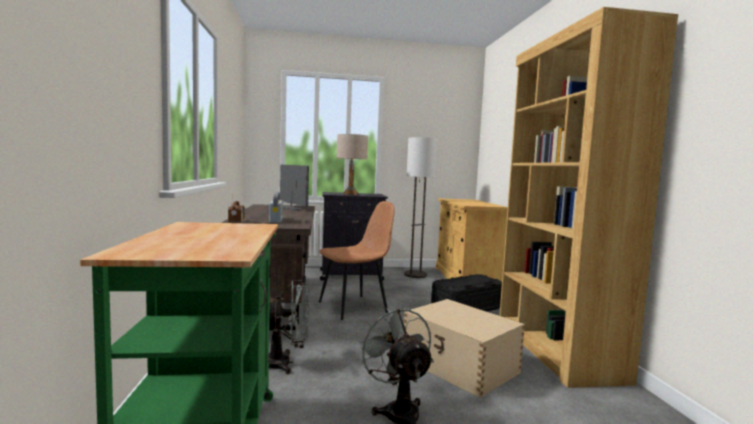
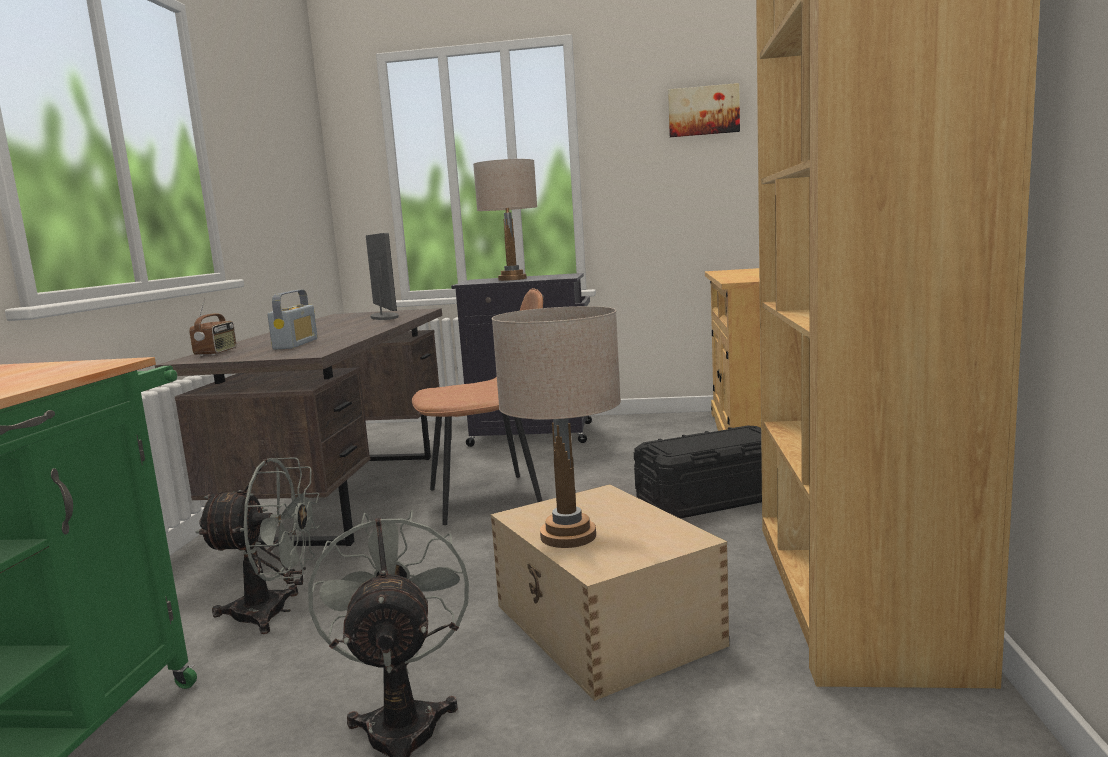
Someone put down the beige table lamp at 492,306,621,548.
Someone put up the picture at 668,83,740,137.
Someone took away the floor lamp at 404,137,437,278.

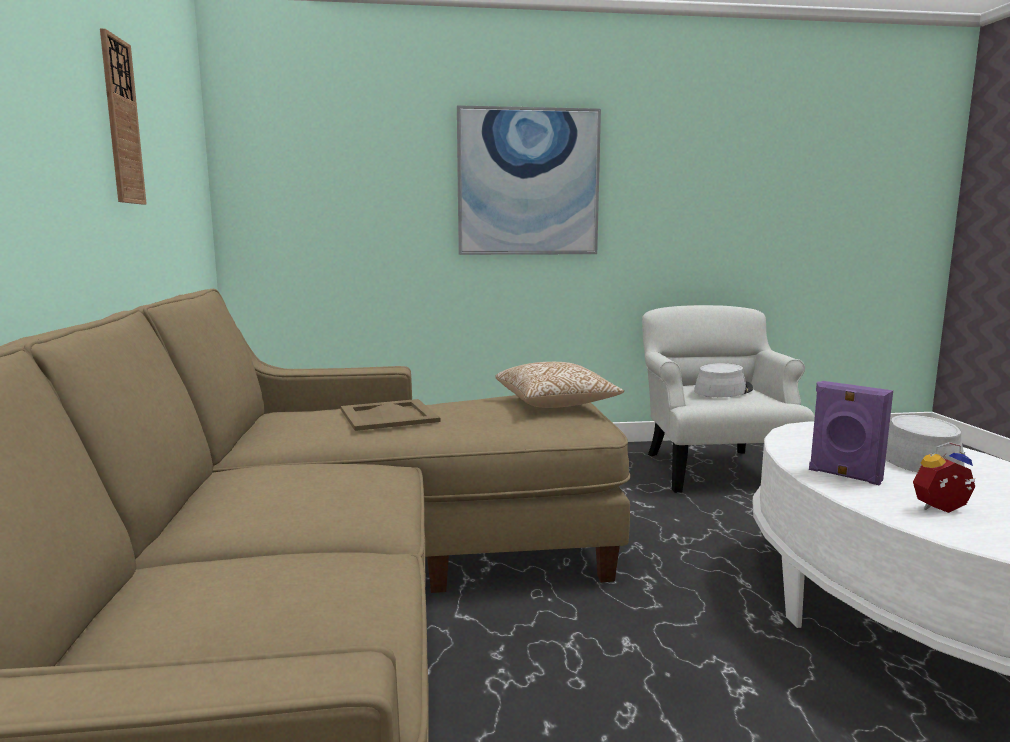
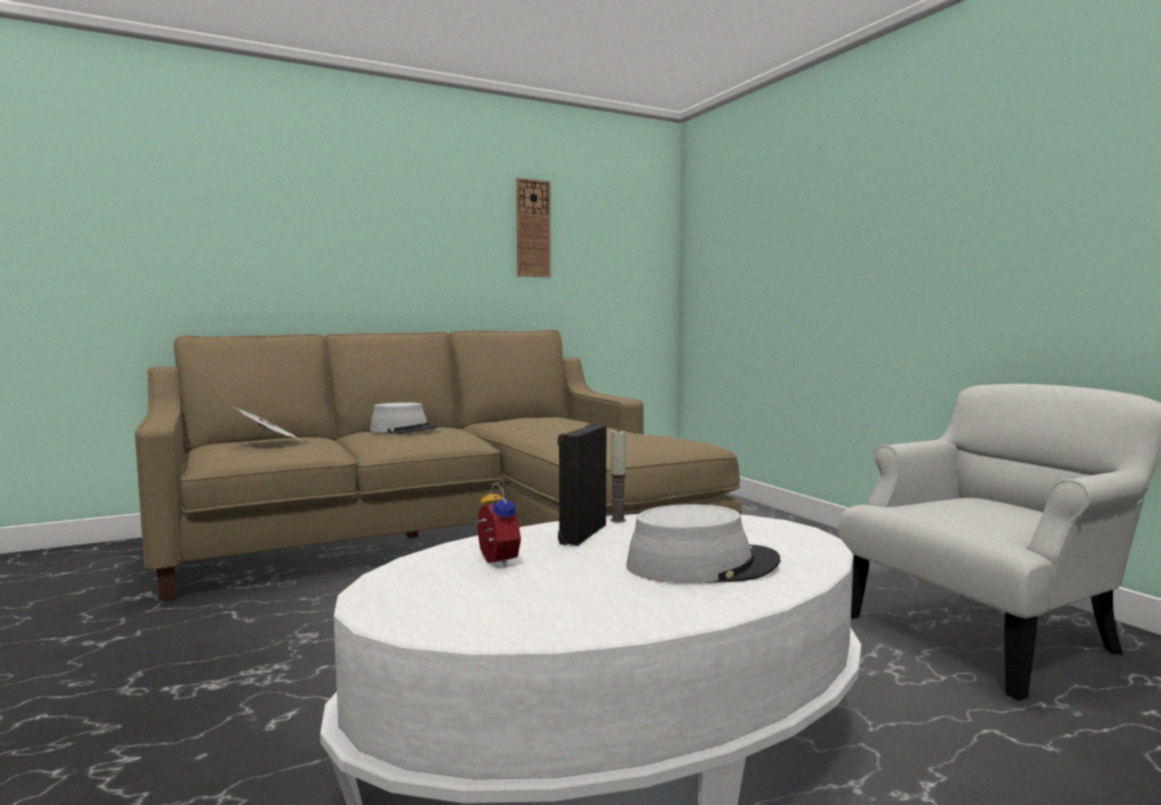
Someone put down the newspaper at 229,406,311,443.
Someone carried the grey hat from 694,363,753,397 to 370,402,439,434.
Someone repainted the purple speaker at 809,381,893,485, which became the black speaker at 558,424,606,546.
Someone put down the candle at 610,429,626,523.
Someone took away the beige tray at 341,399,441,431.
Someone took away the picture at 457,105,601,255.
Someone took away the pillow at 495,362,624,408.

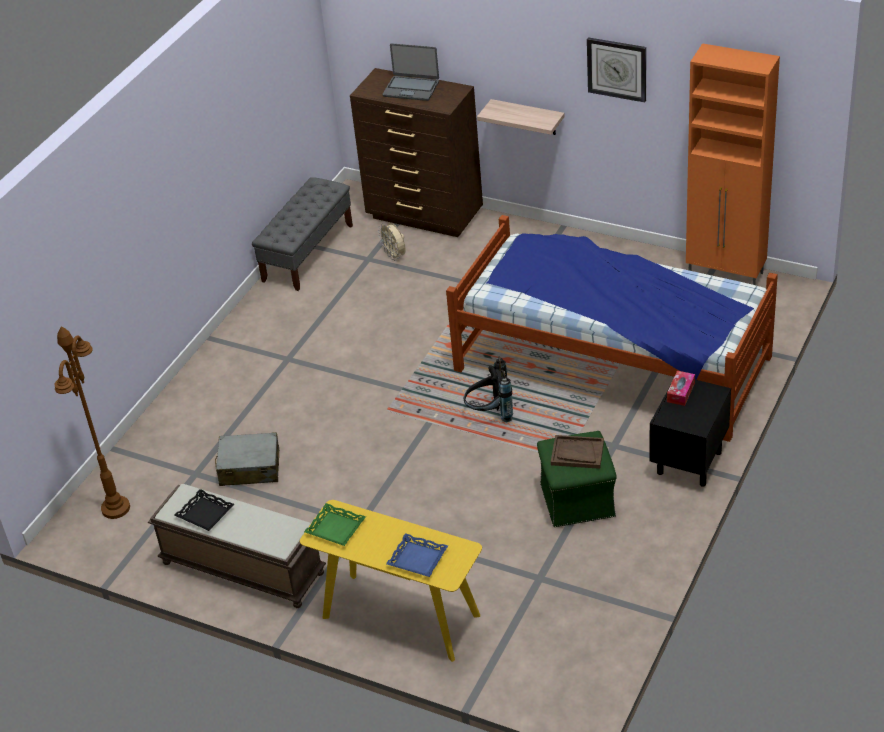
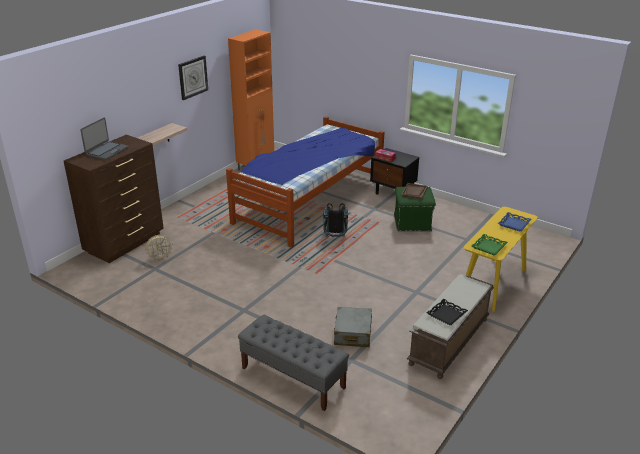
Someone carried the grey bench from 252,177,353,291 to 238,315,349,411.
Someone took away the brown floor lamp at 55,326,130,519.

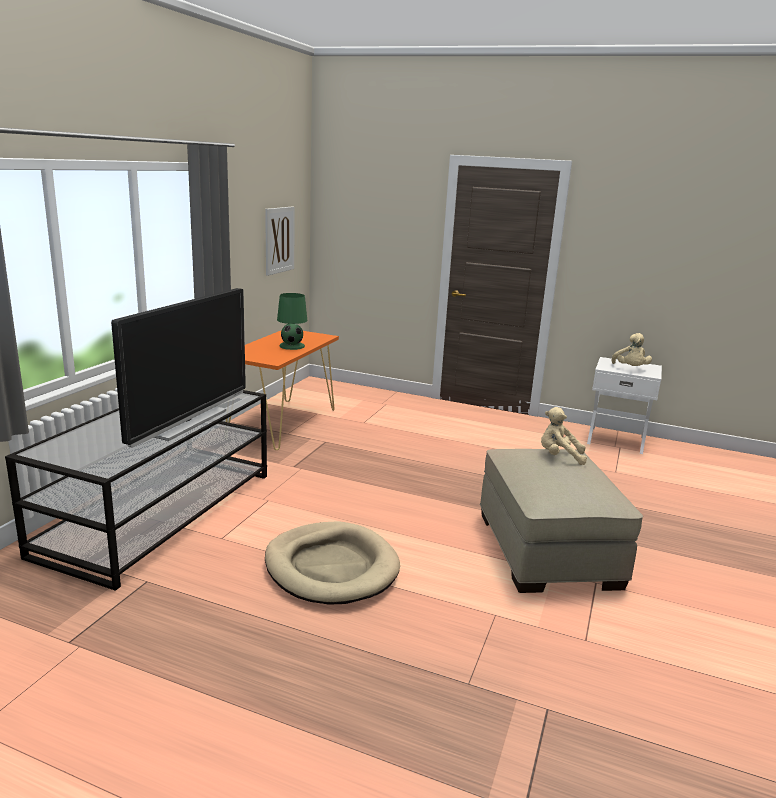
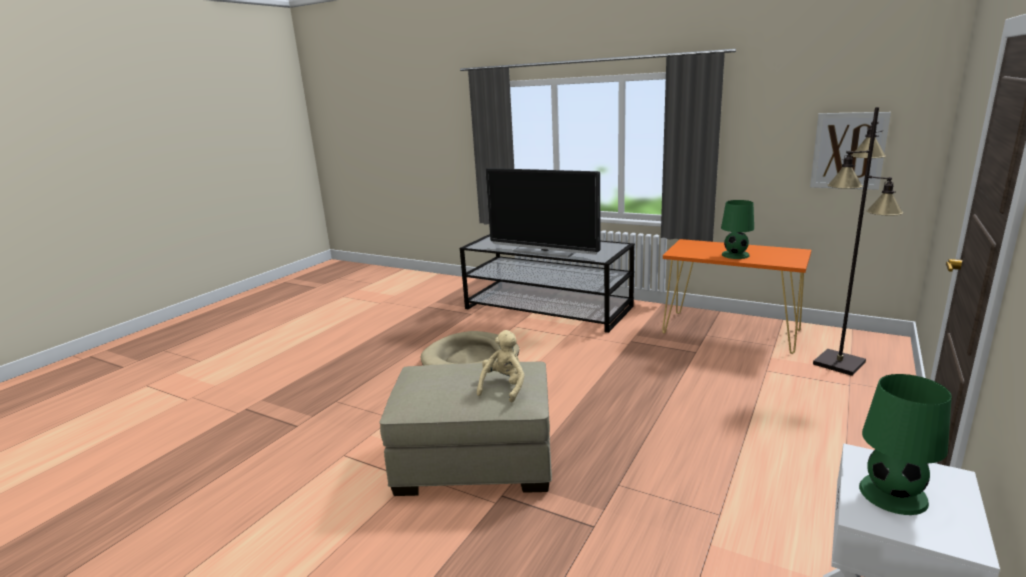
Someone put down the black floor lamp at 813,107,903,376.
Someone swapped the beige plush toy at 612,333,652,366 for the green table lamp at 859,374,952,515.

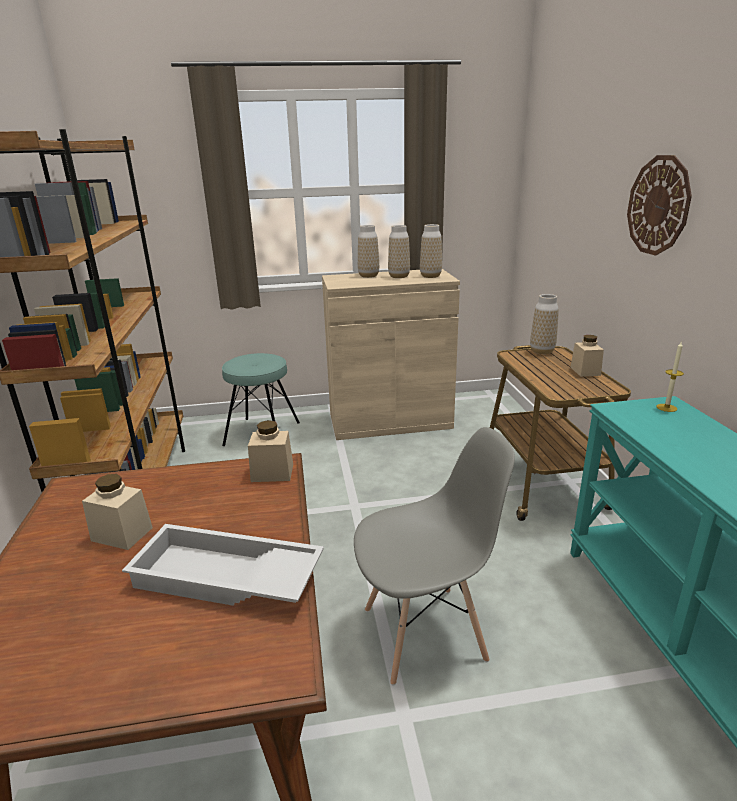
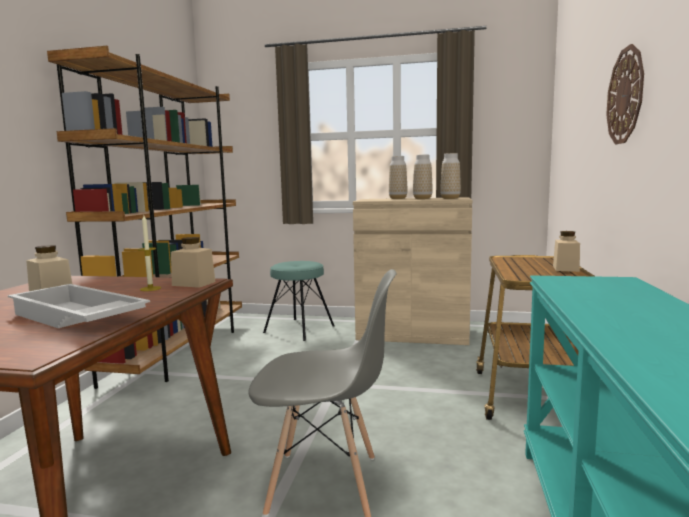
Someone carried the candle from 657,342,684,412 to 138,215,161,291.
Someone took away the vase at 530,294,559,354.

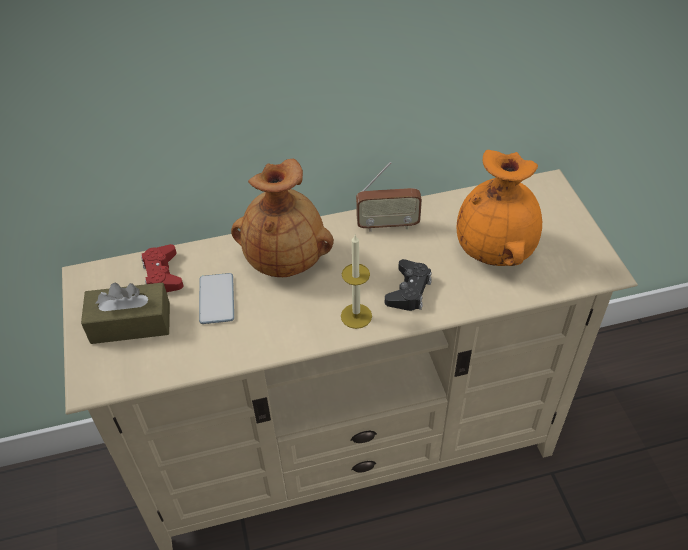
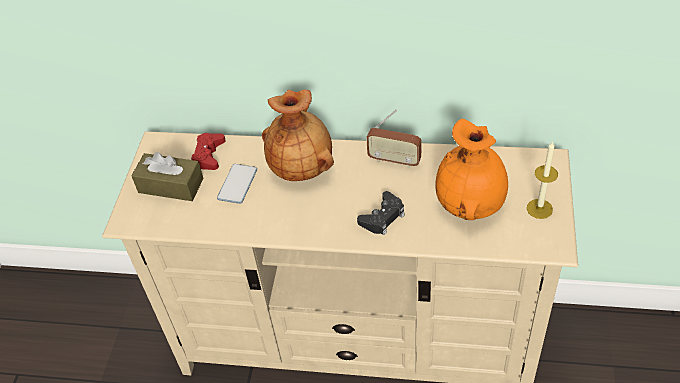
Someone carried the candle from 341,235,372,329 to 527,141,558,219.

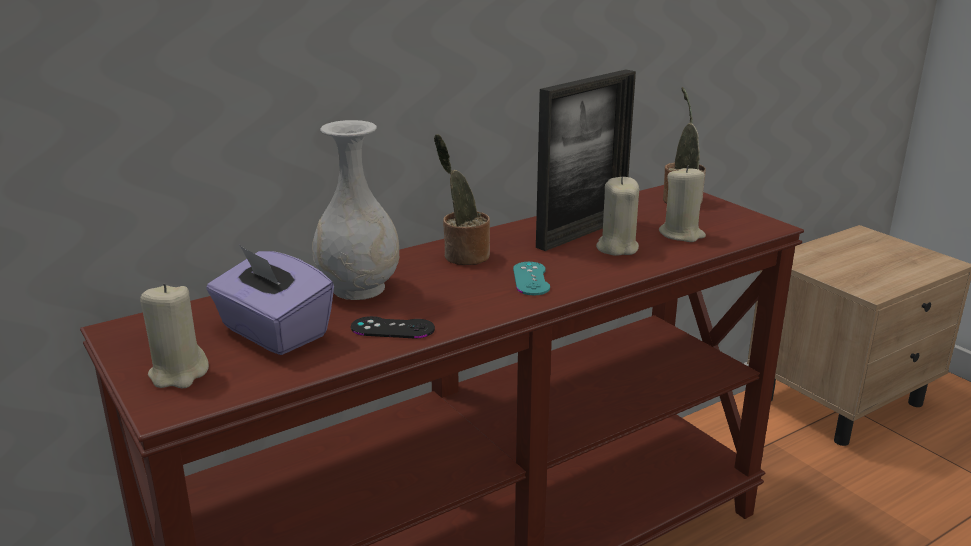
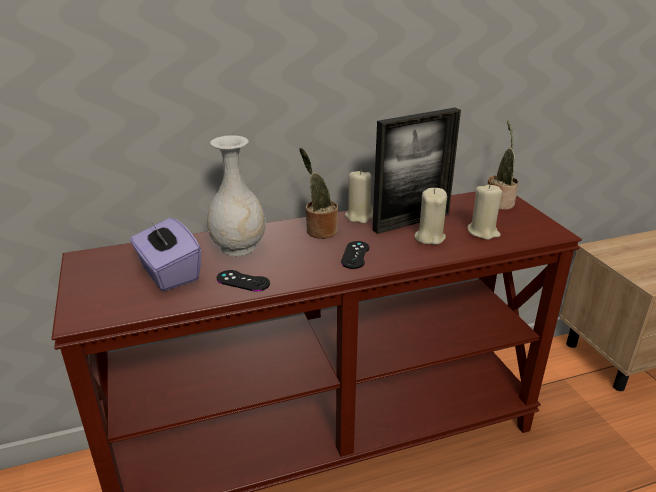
Someone repainted the turquoise game controller at 513,262,550,295, which became the black game controller at 341,241,369,269.
Someone carried the beige candle from 140,283,209,388 to 345,170,373,223.

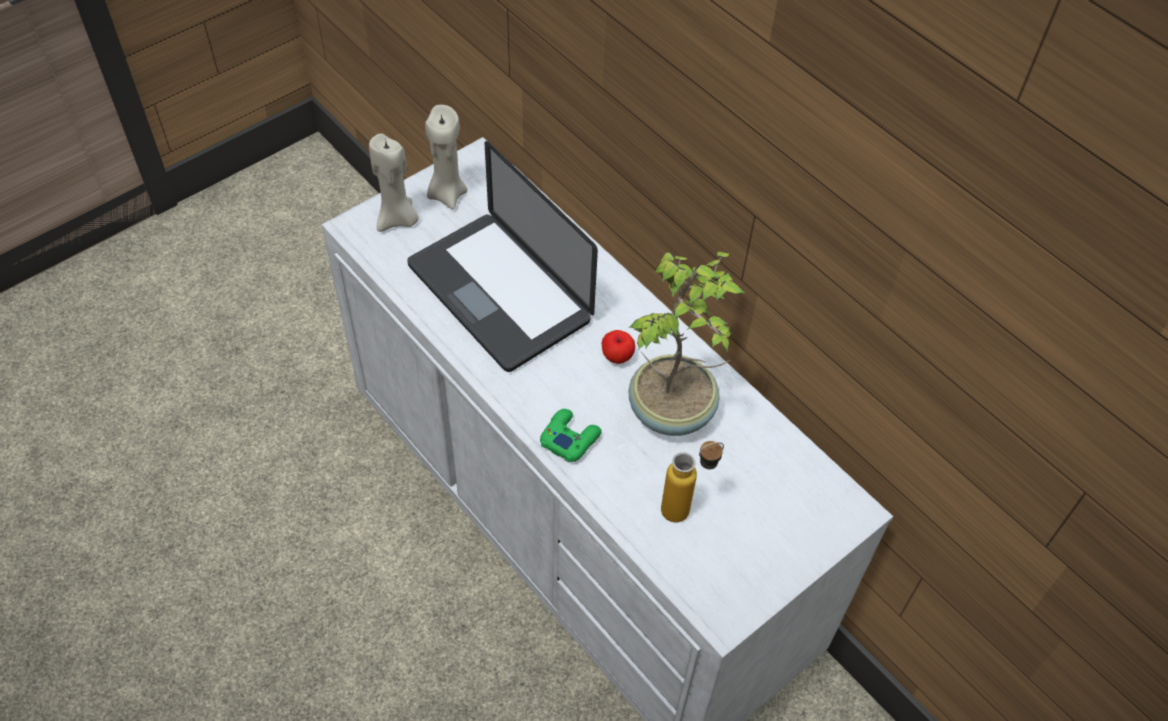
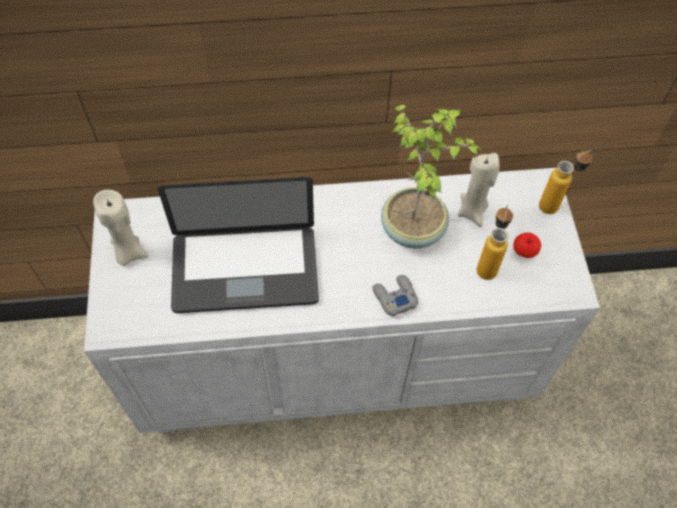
Someone repainted the green game controller at 540,409,602,463, which became the grey game controller at 372,275,418,317.
Someone carried the beige candle from 369,133,419,232 to 458,153,500,227.
Someone carried the apple from 602,330,635,364 to 513,232,541,258.
Someone put down the bottle at 539,150,593,214.

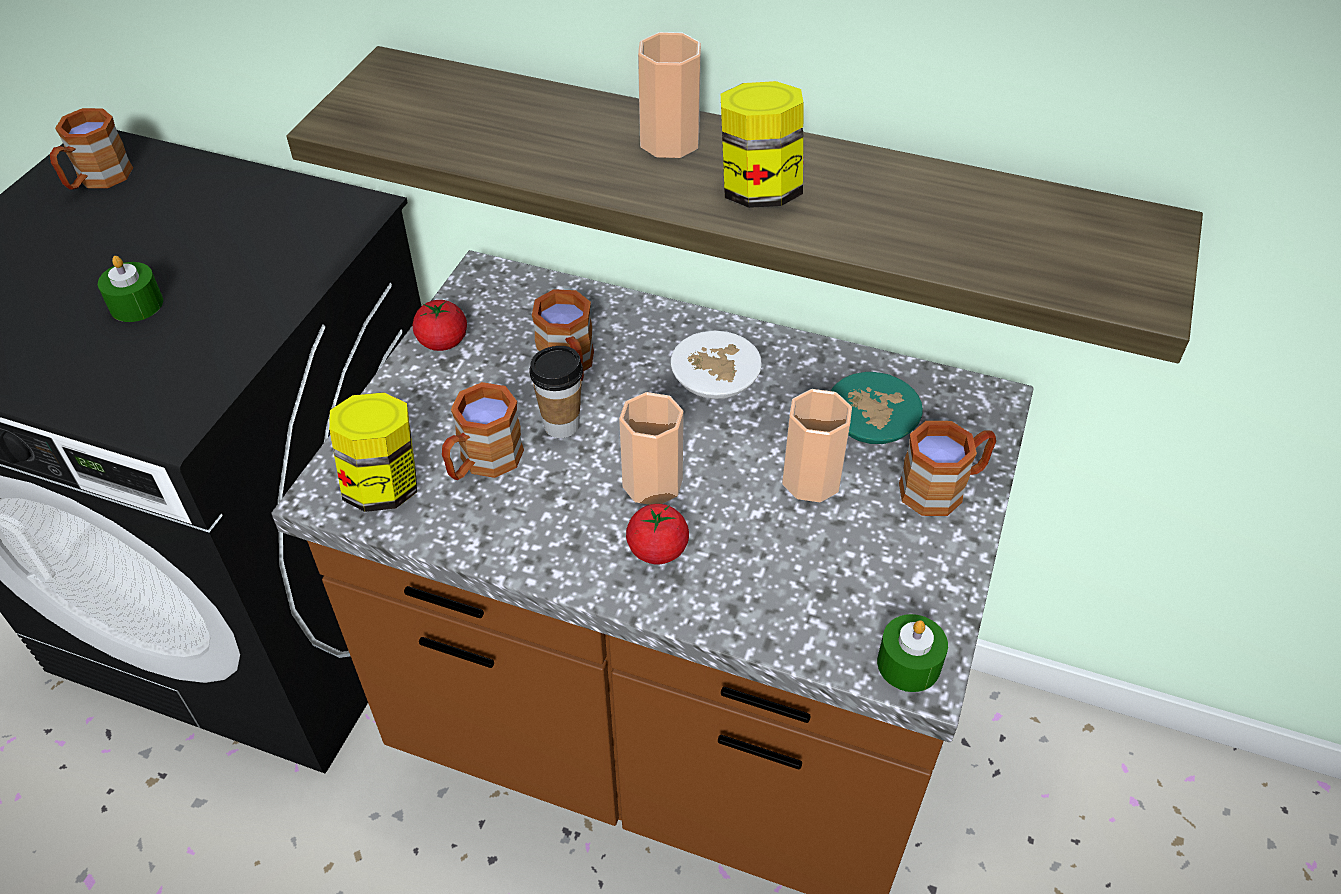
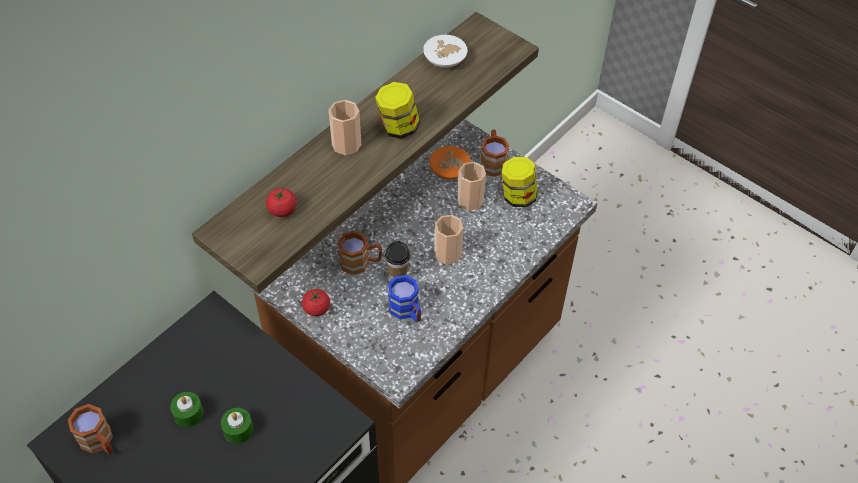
Someone carried the green candle from 877,614,948,692 to 170,392,204,427.
Someone carried the tomato from 626,504,689,564 to 266,188,297,217.
Someone repainted the brown mug at 442,382,524,480, which became the blue mug at 388,275,421,322.
Someone carried the white bowl from 671,330,762,399 to 423,35,468,68.
Someone repainted the turquoise bowl at 831,372,923,444, which became the orange bowl at 429,146,471,179.
Someone carried the jar from 329,392,417,512 to 502,157,537,207.

